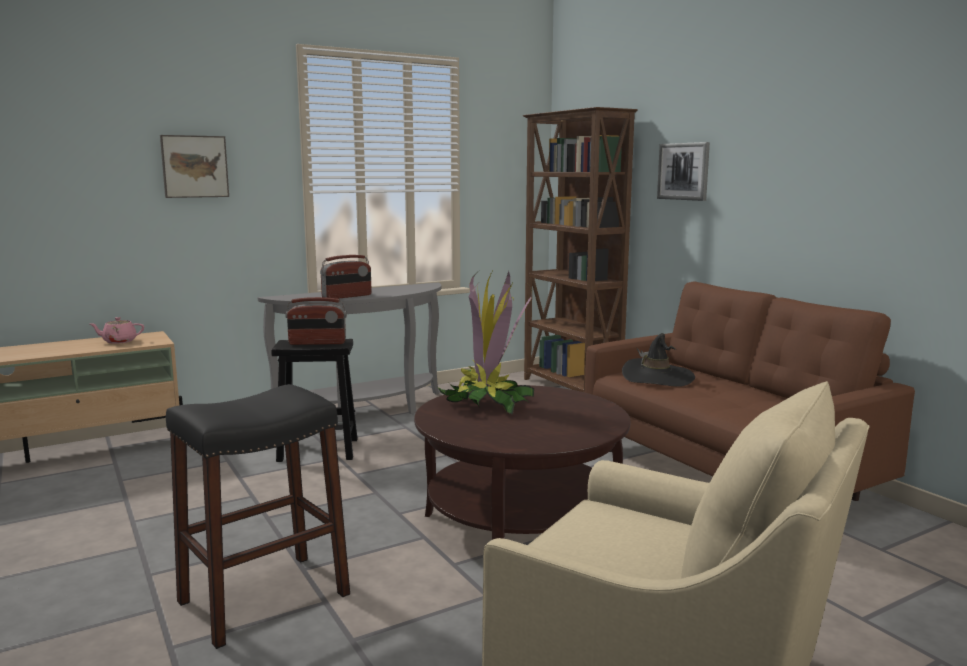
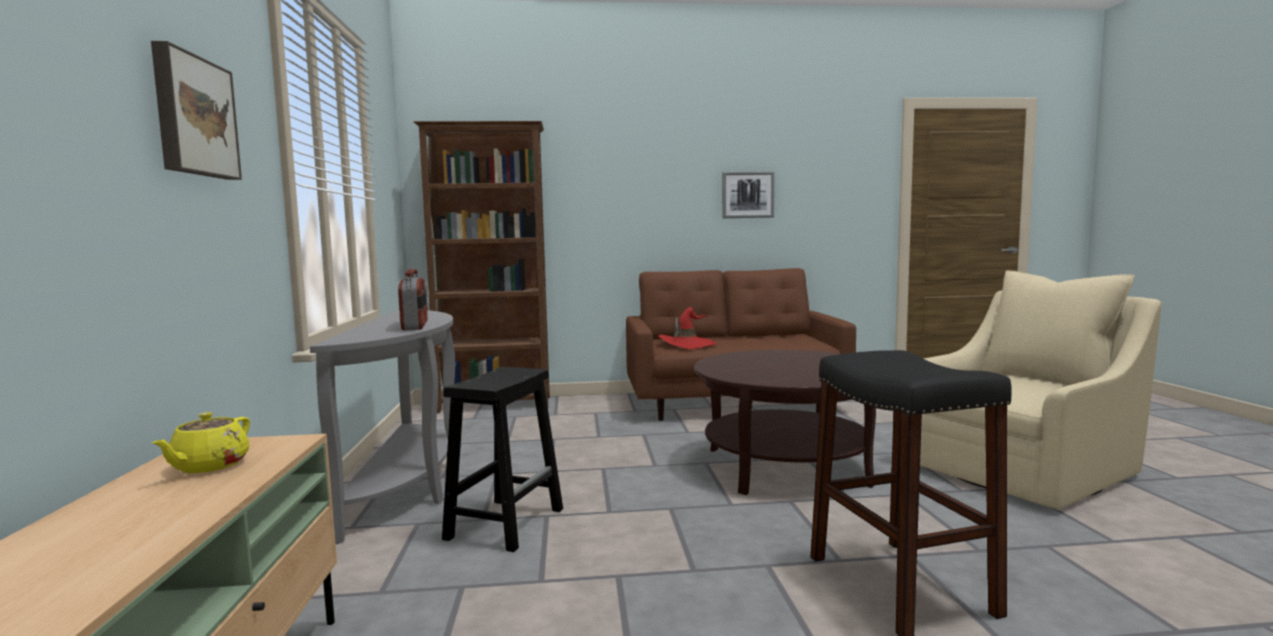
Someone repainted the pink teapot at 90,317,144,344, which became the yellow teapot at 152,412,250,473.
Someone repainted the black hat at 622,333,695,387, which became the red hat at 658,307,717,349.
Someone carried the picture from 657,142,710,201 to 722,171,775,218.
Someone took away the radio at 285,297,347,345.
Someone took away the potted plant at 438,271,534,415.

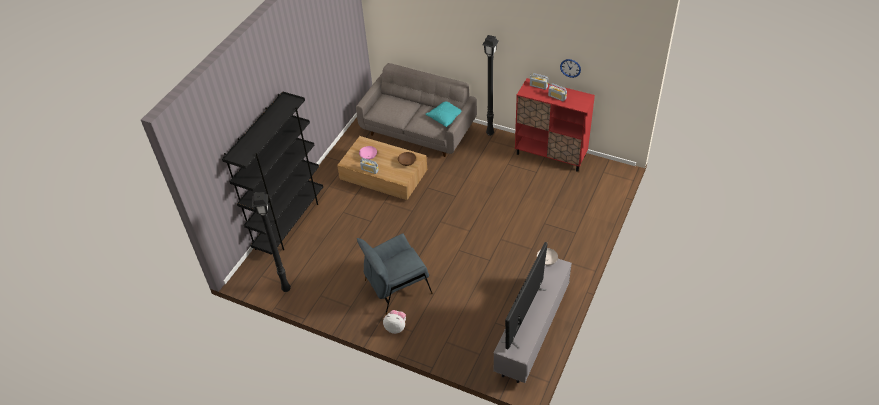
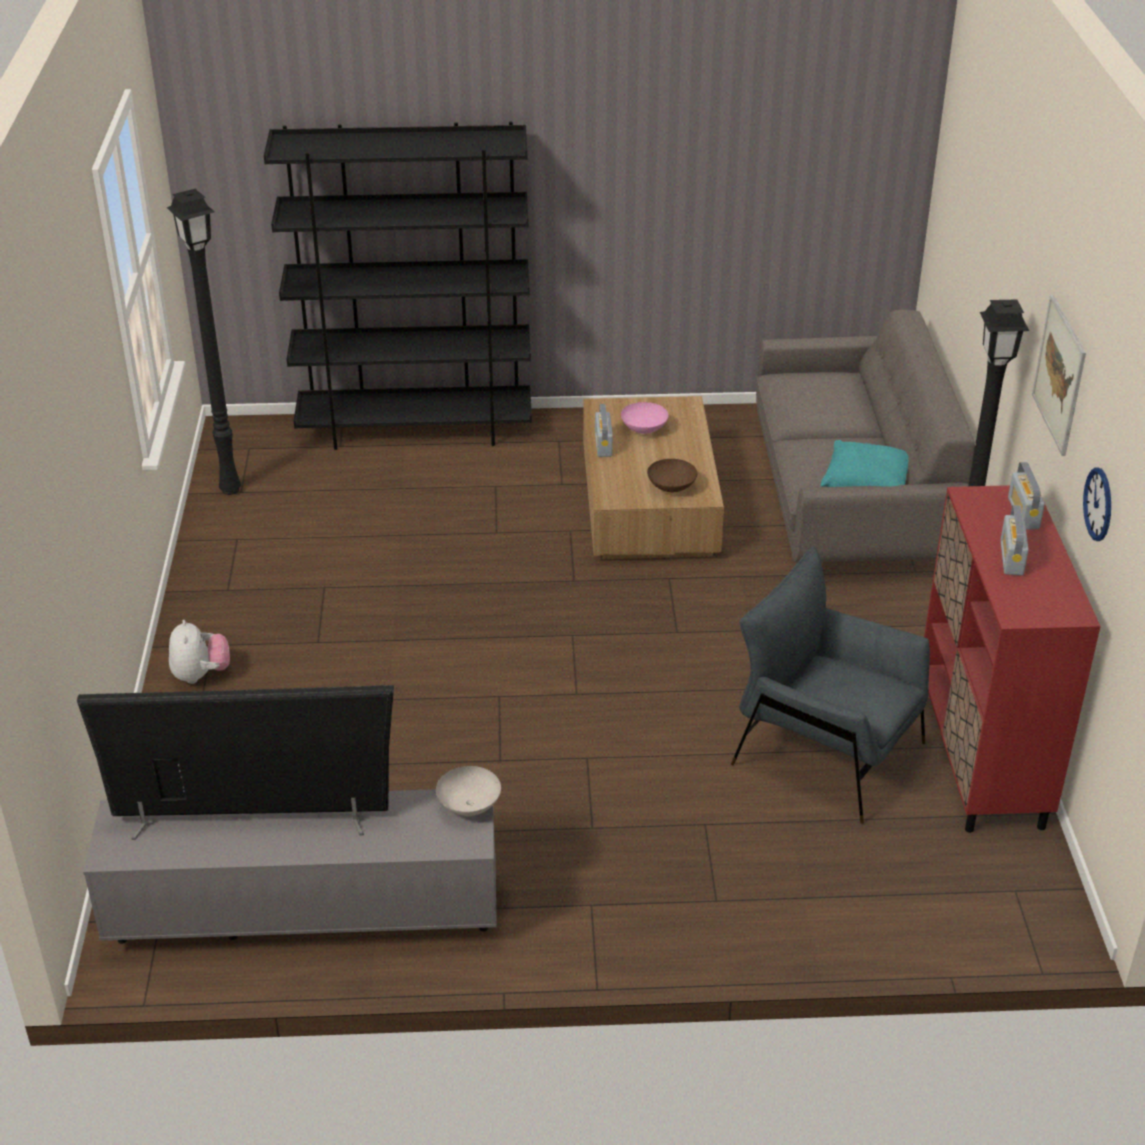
Someone carried the grey armchair from 357,233,433,315 to 731,546,930,824.
Someone put up the picture at 1032,295,1086,456.

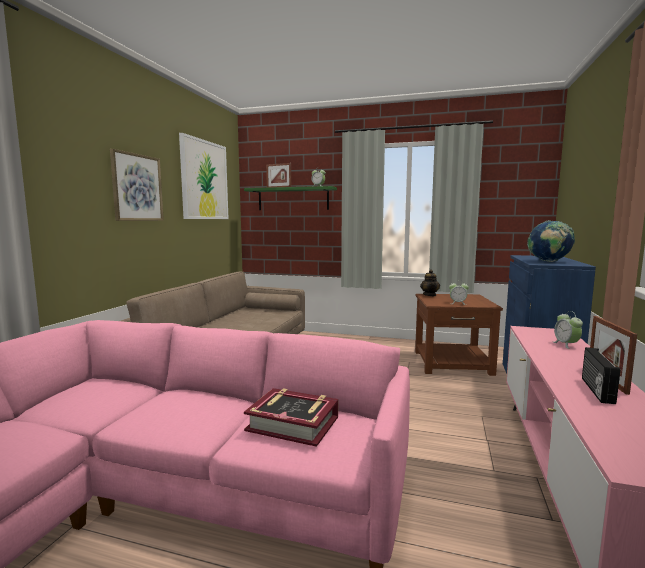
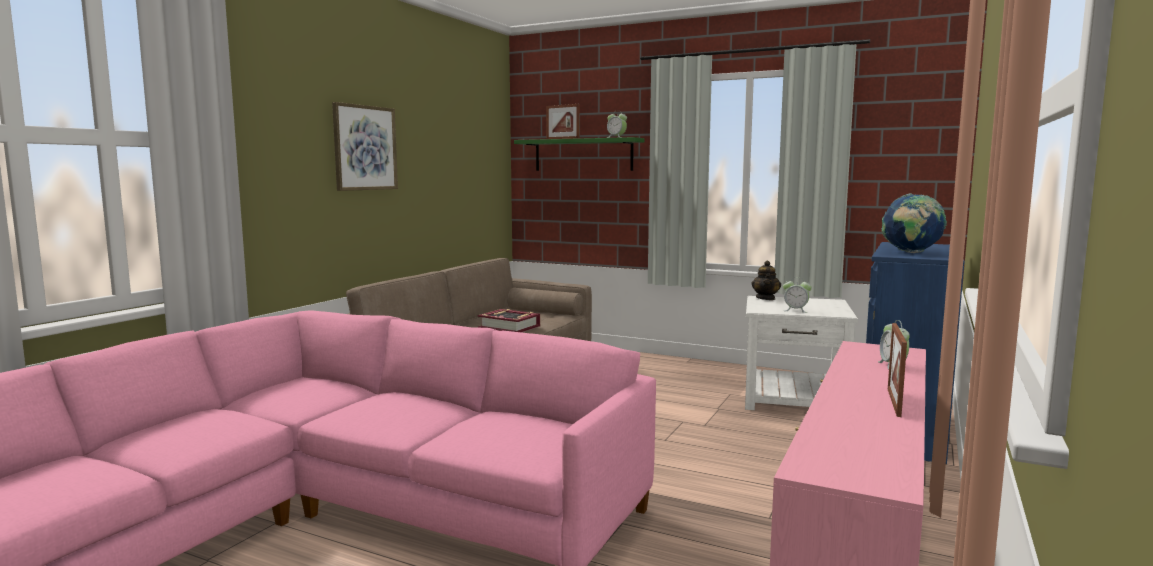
Someone carried the book from 244,388,338,447 to 478,309,540,332.
Someone repainted the brown side table at 415,294,503,376, which became the white side table at 745,296,858,410.
Someone took away the picture at 179,133,229,219.
Someone took away the radio at 582,347,620,404.

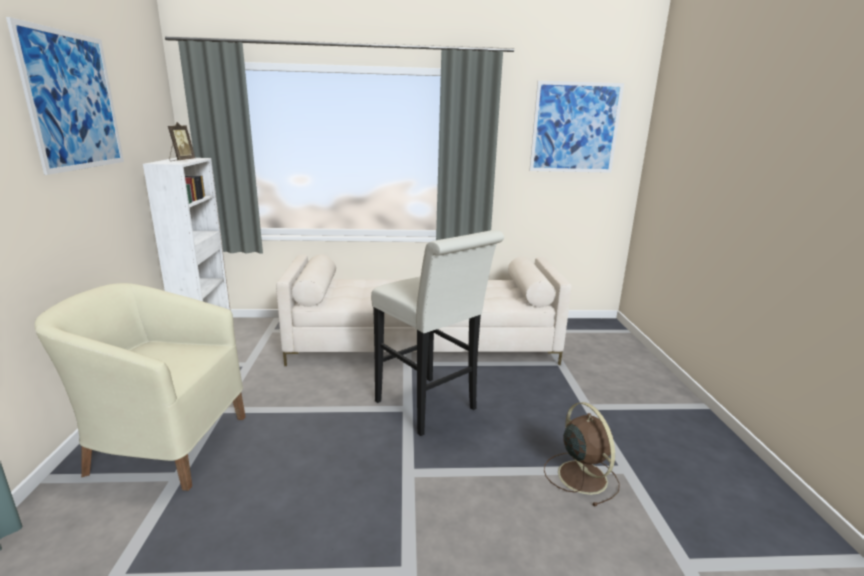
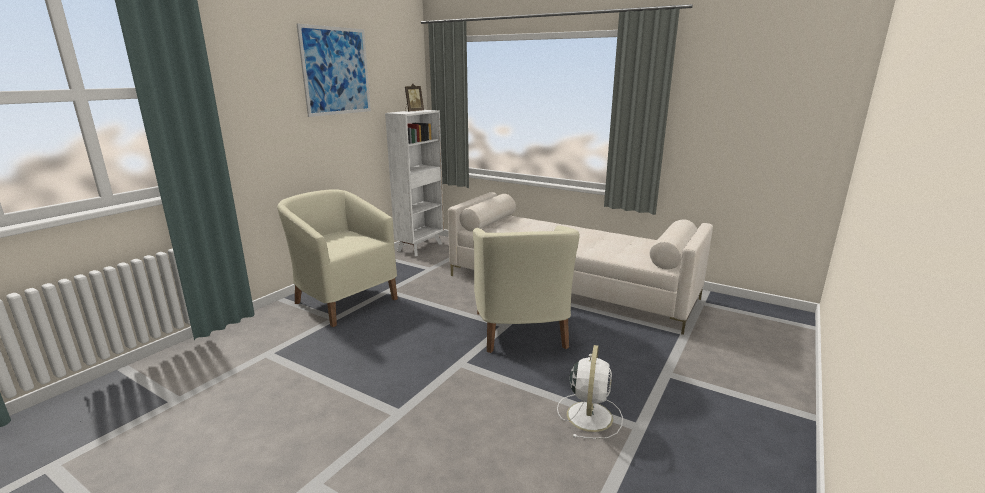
Someone swapped the white stool at 371,230,504,436 for the beige armchair at 473,225,580,353.
Someone repainted the brown fan at 544,402,620,506, which became the white fan at 557,345,623,439.
Someone took away the picture at 529,81,624,173.

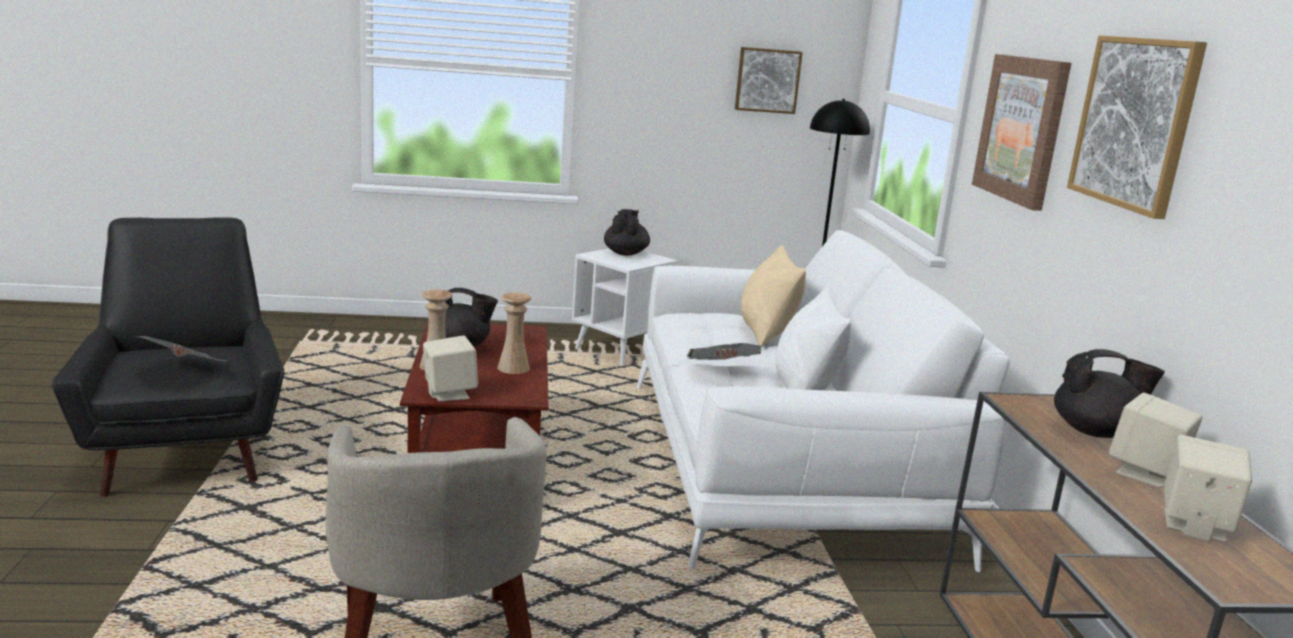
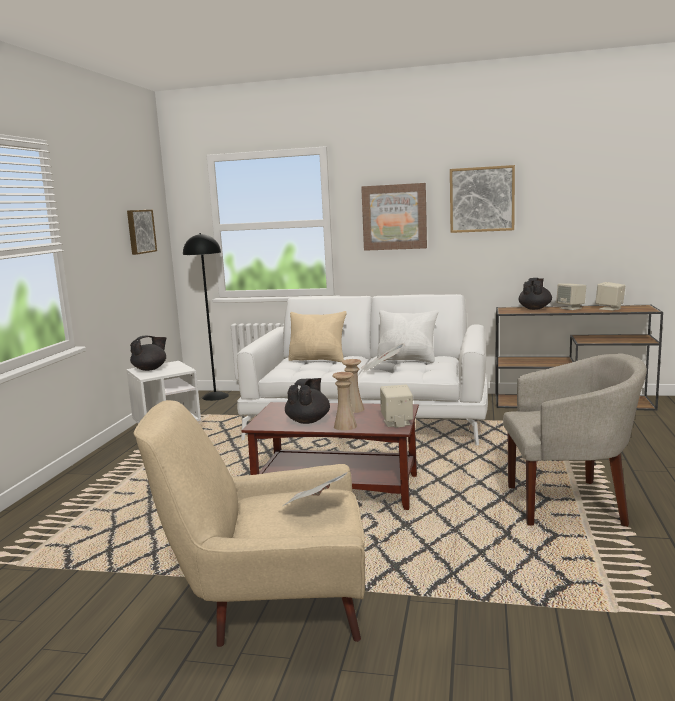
Someone rotated the black teapot at 604,209,650,255 by 120 degrees clockwise.
Someone repainted the black armchair at 52,218,284,497, which became the beige armchair at 133,400,365,647.

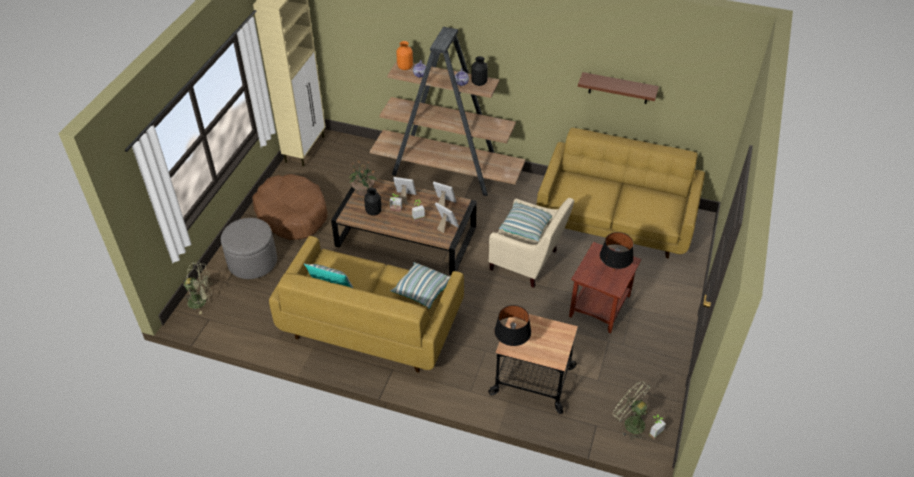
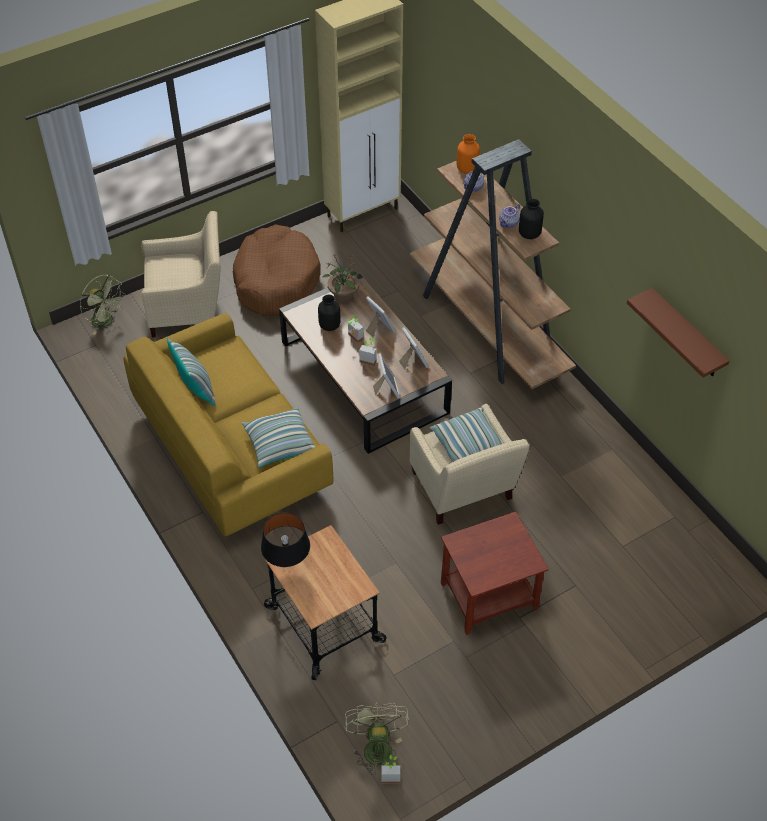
Someone swapped the grey ottoman at 221,218,277,279 for the beige armchair at 141,211,221,337.
Someone took away the yellow sofa at 537,128,705,258.
Someone took away the black table lamp at 600,232,634,269.

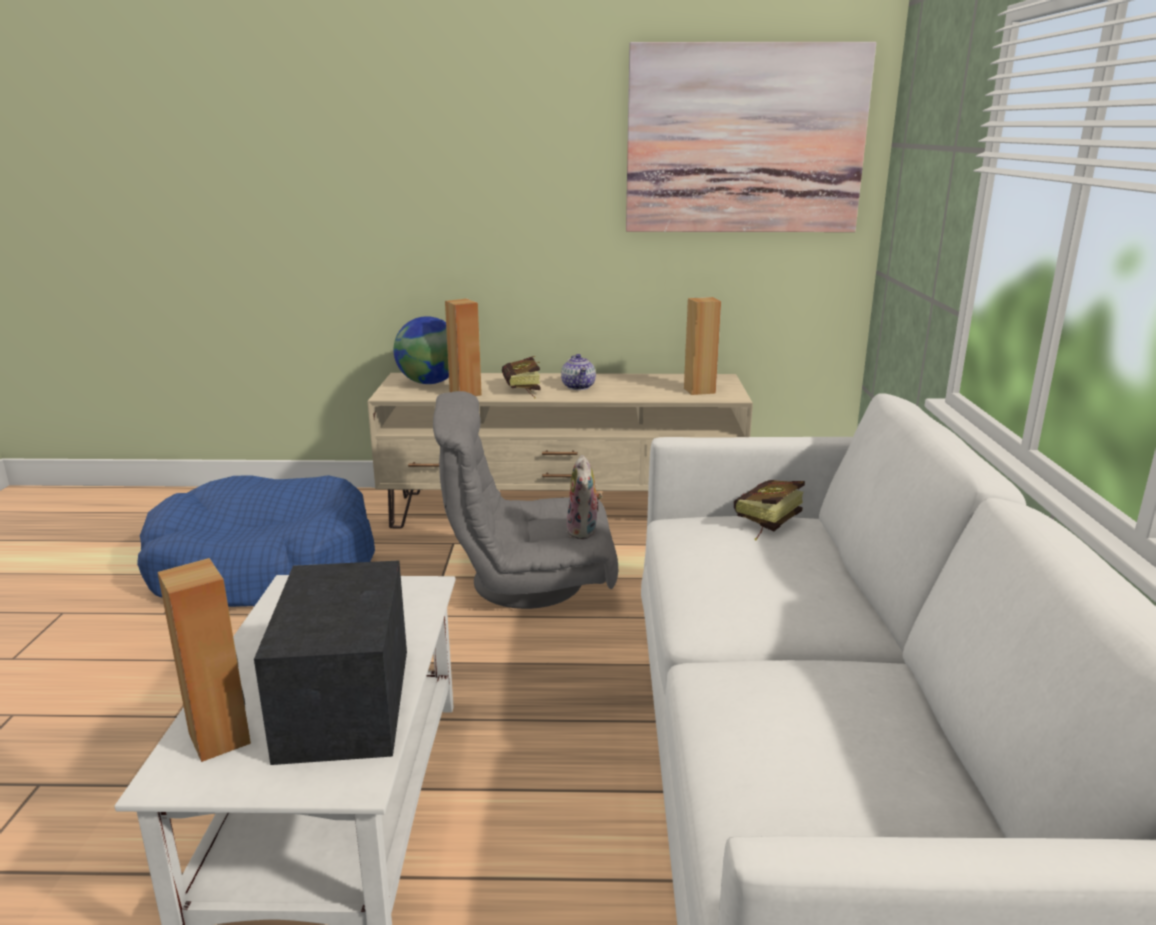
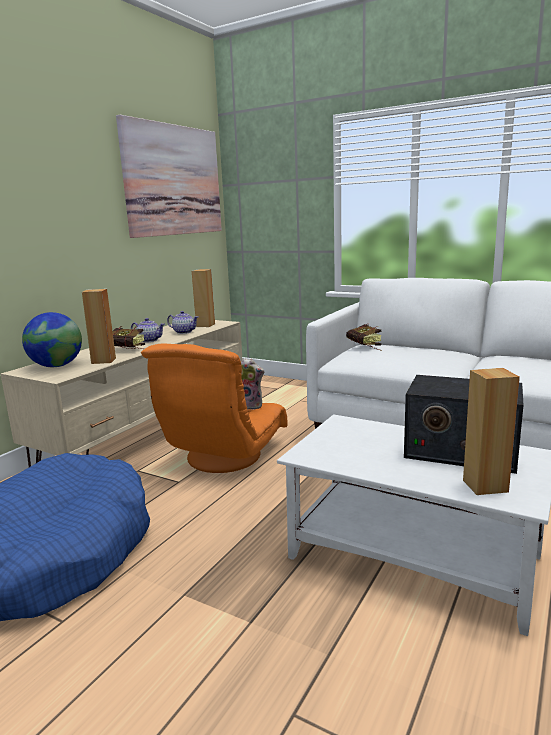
Someone repainted the grey armchair at 433,391,618,609, which became the orange armchair at 141,344,288,473.
Someone put down the teapot at 167,311,198,334.

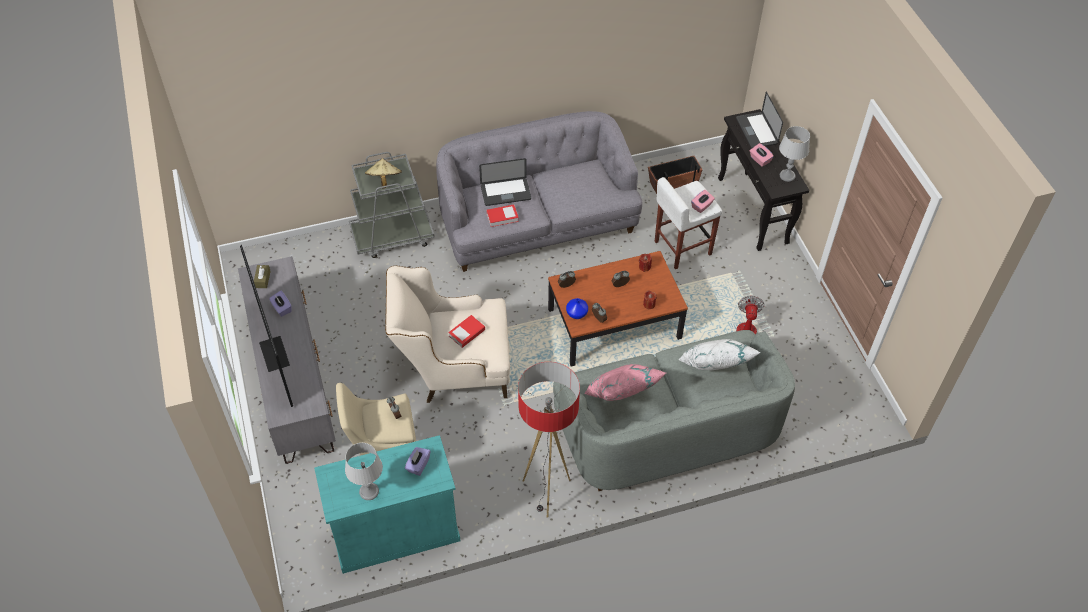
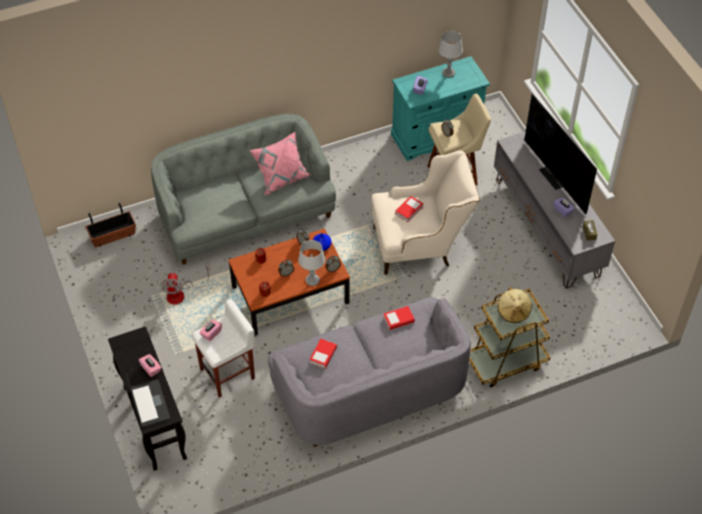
Someone carried the planter from 648,156,703,194 to 85,203,136,248.
Someone carried the grey table lamp from 779,126,810,182 to 298,240,325,286.
Someone put down the book at 309,339,337,369.
Someone repainted the grey cart at 349,152,435,258, which became the brown cart at 469,289,550,387.
Someone took away the laptop at 479,158,531,206.
Someone took away the floor lamp at 518,362,580,517.
Someone took away the white pillow at 679,339,761,370.

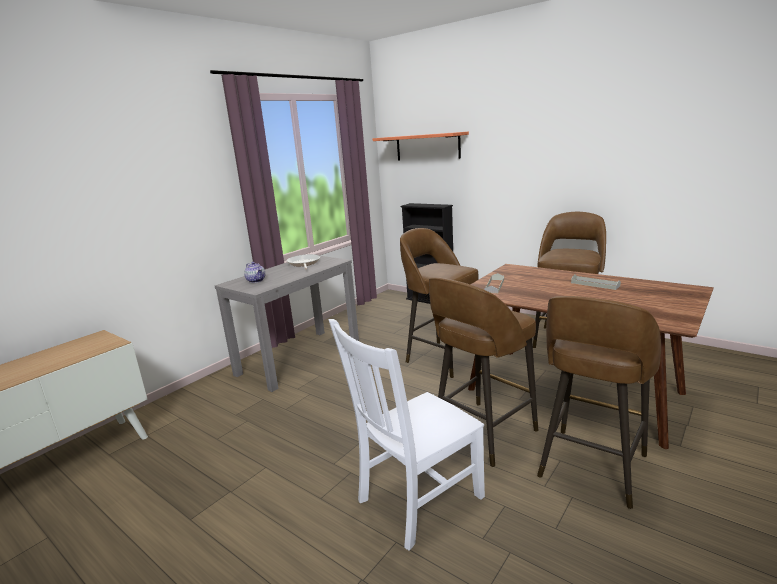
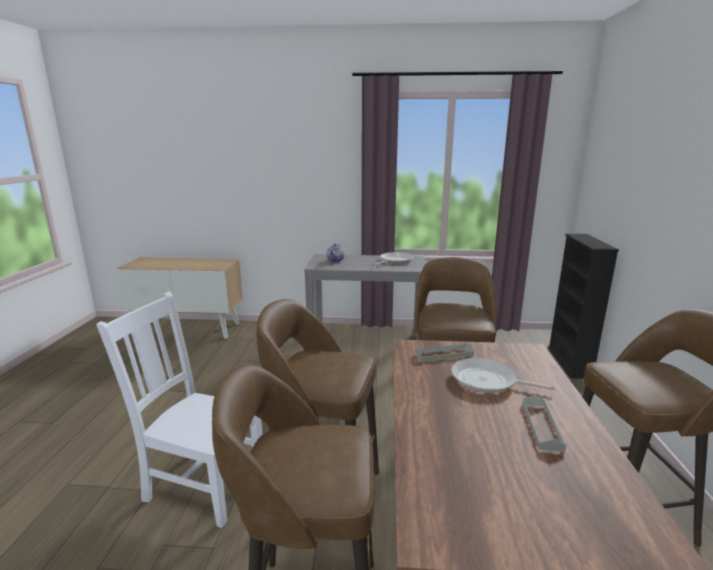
Someone put down the frying pan at 451,358,556,393.
Someone took away the shelf at 373,132,469,160.

